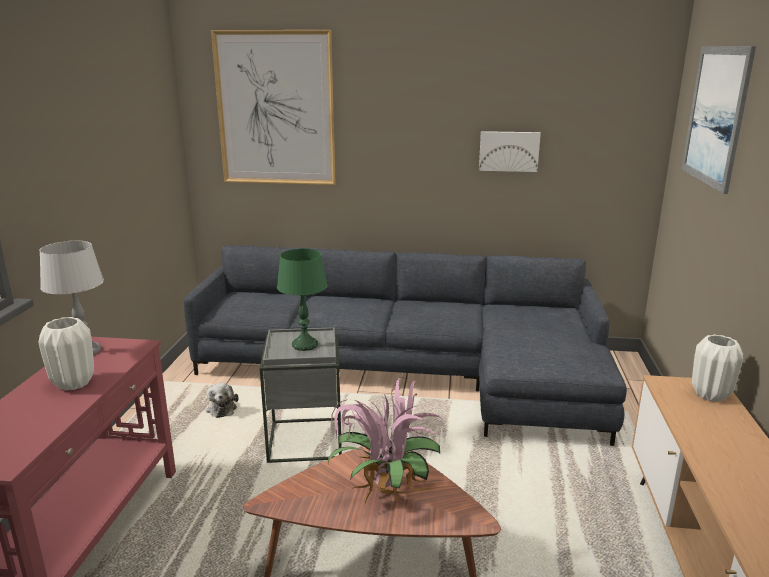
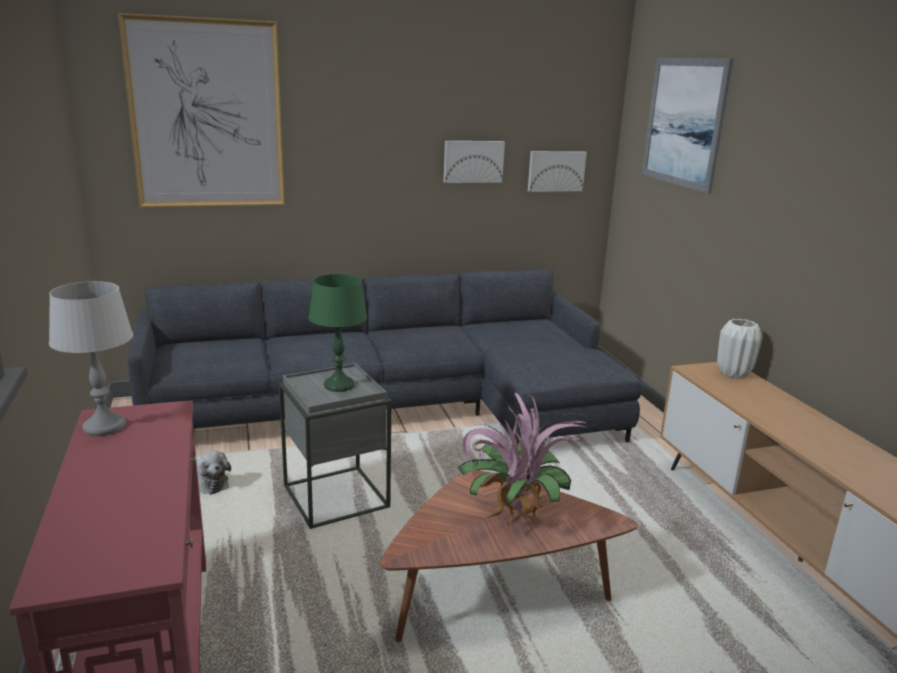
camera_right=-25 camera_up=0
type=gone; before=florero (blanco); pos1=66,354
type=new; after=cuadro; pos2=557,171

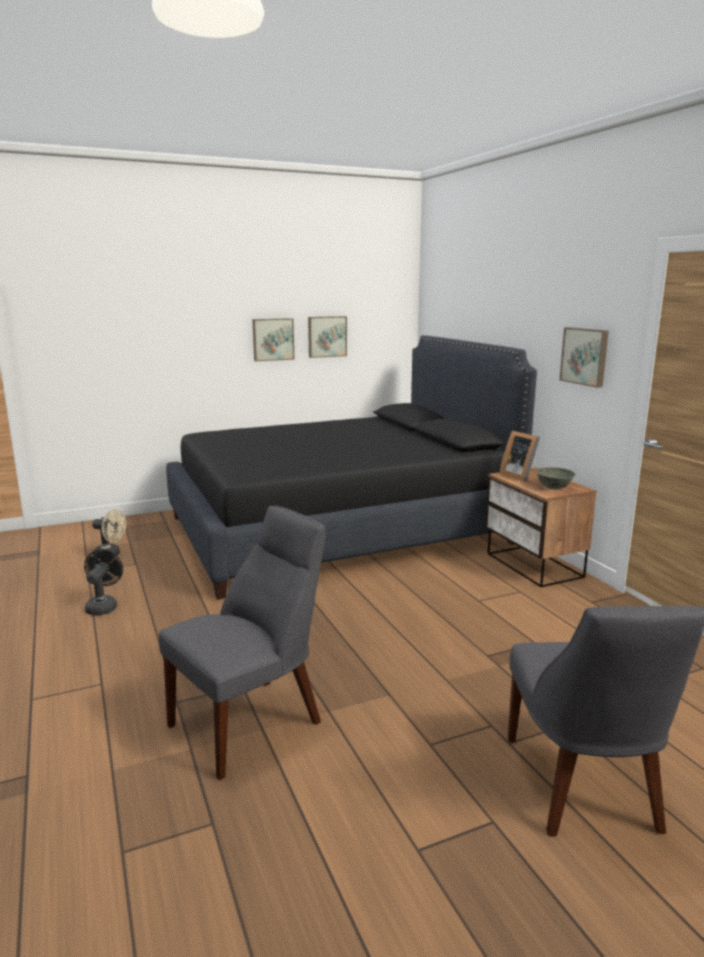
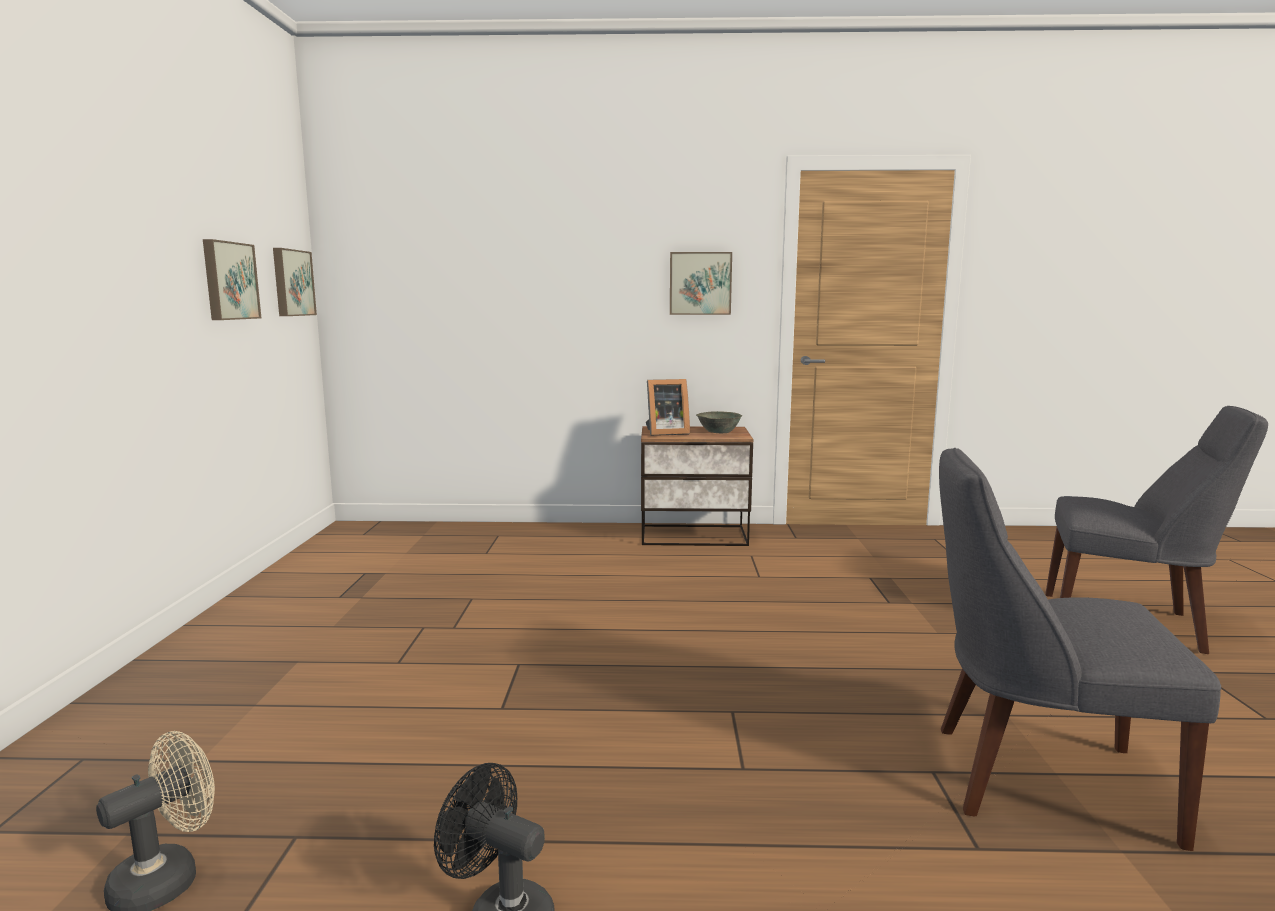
camera_right=-65 camera_up=-5
type=rotated; before=silla (gris); pos1=242,643; pos2=1080,649; turn=-60
type=gone; before=cama (negro); pos1=351,467
type=shifted; before=cuadro; pos1=273,339; pos2=295,282

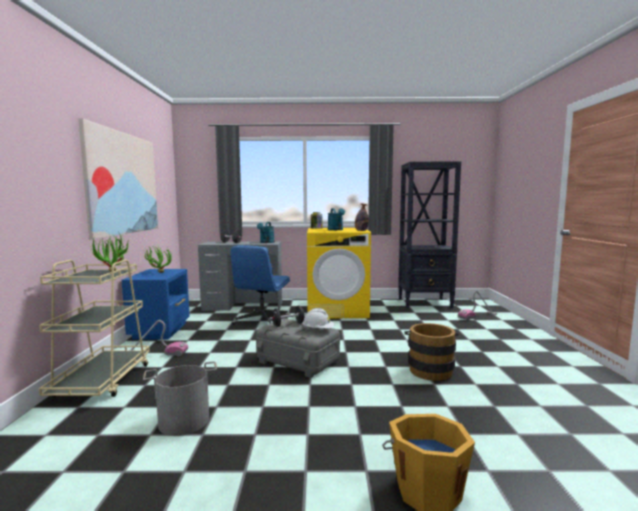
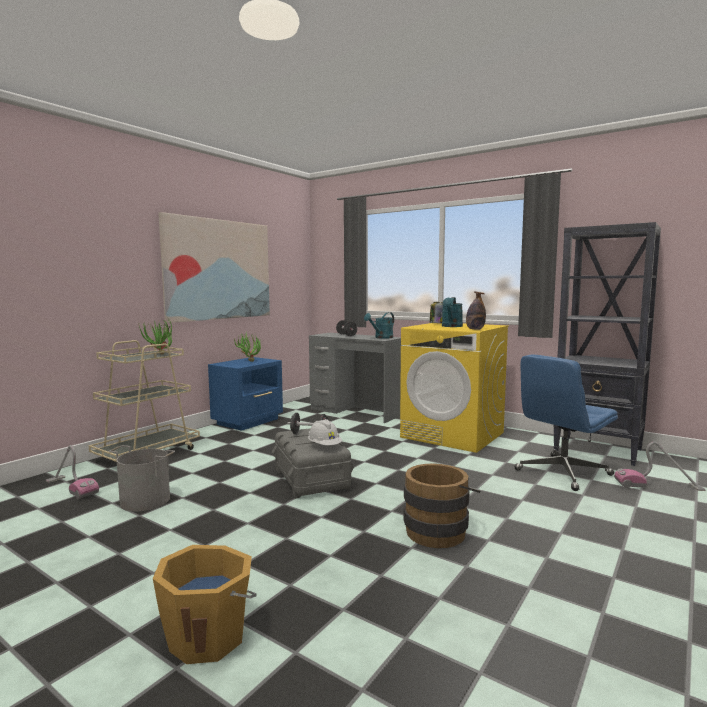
camera_right=35 camera_up=0
type=shifted; before=aspiradora; pos1=158,338; pos2=72,472
type=shifted; before=silla de oficina (azul); pos1=261,285; pos2=566,423

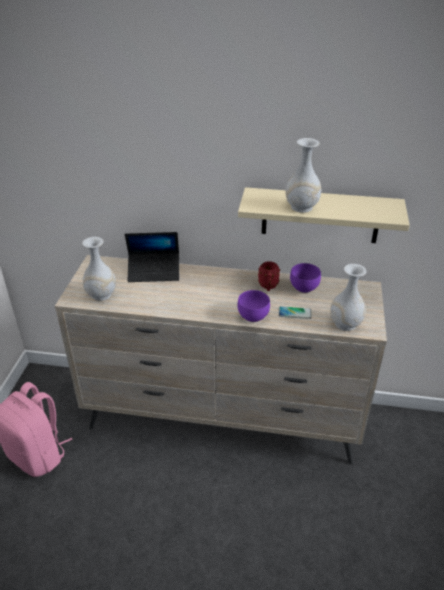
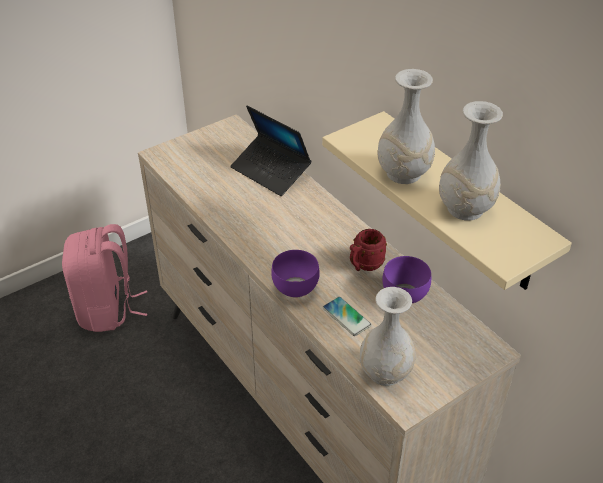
camera_right=45 camera_up=5
type=shifted; before=florero (blanco); pos1=99,269; pos2=471,161

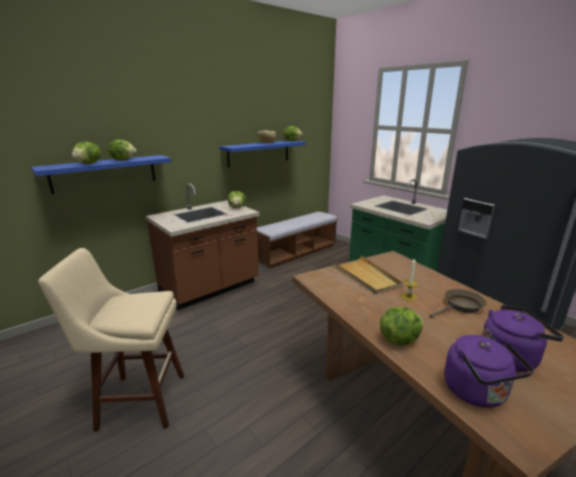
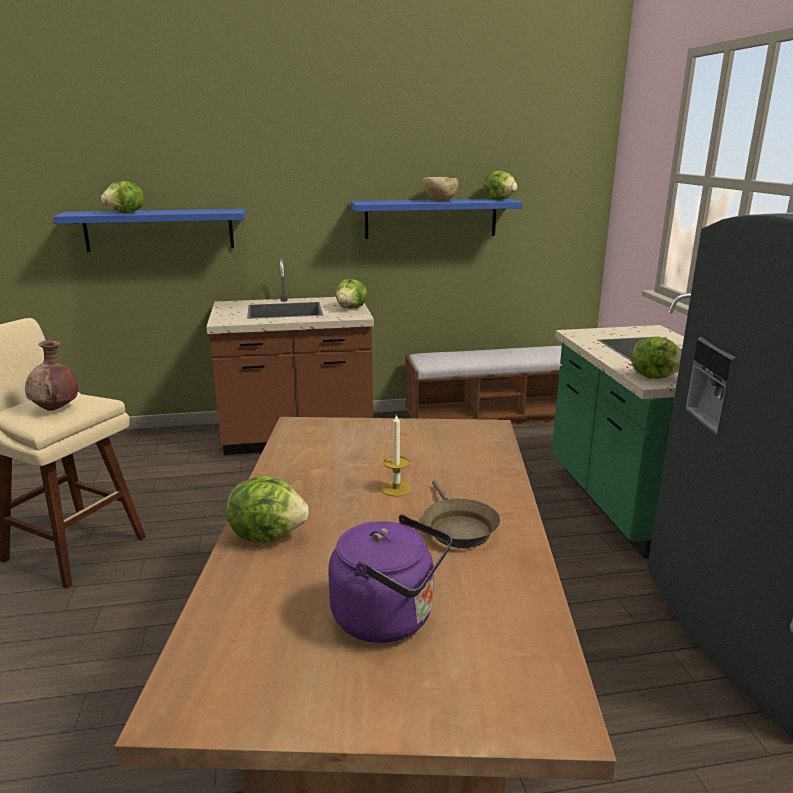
camera_right=30 camera_up=0
type=shifted; before=lechuga; pos1=122,150; pos2=656,358
type=gone; before=bandeja (beis); pos1=368,275
type=rotated; before=sartén (marrón); pos1=457,303; pos2=461,514; turn=75
type=gone; before=hervidor (morado); pos1=489,371
type=new; after=florero (marrón); pos2=51,375

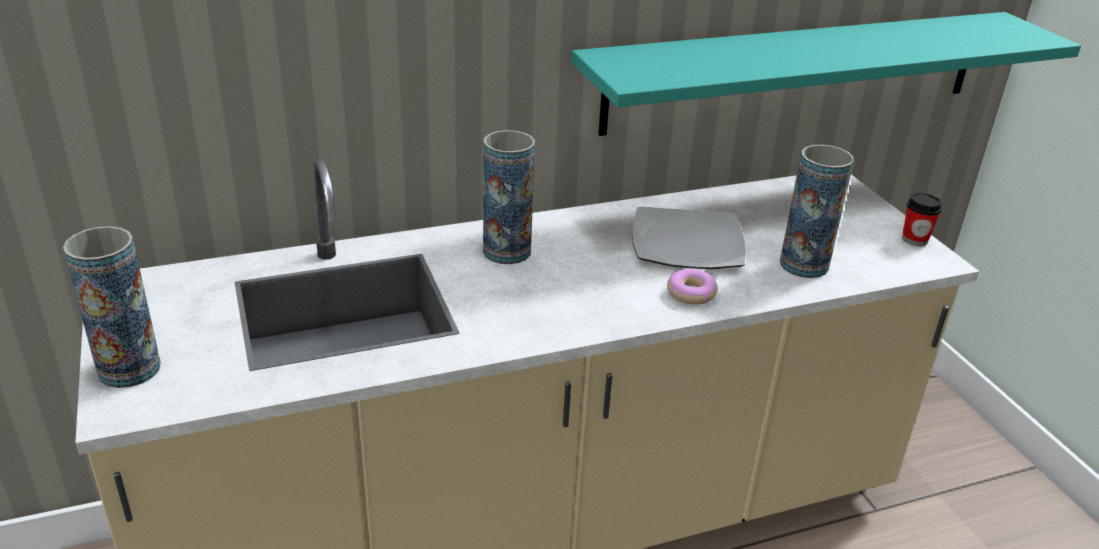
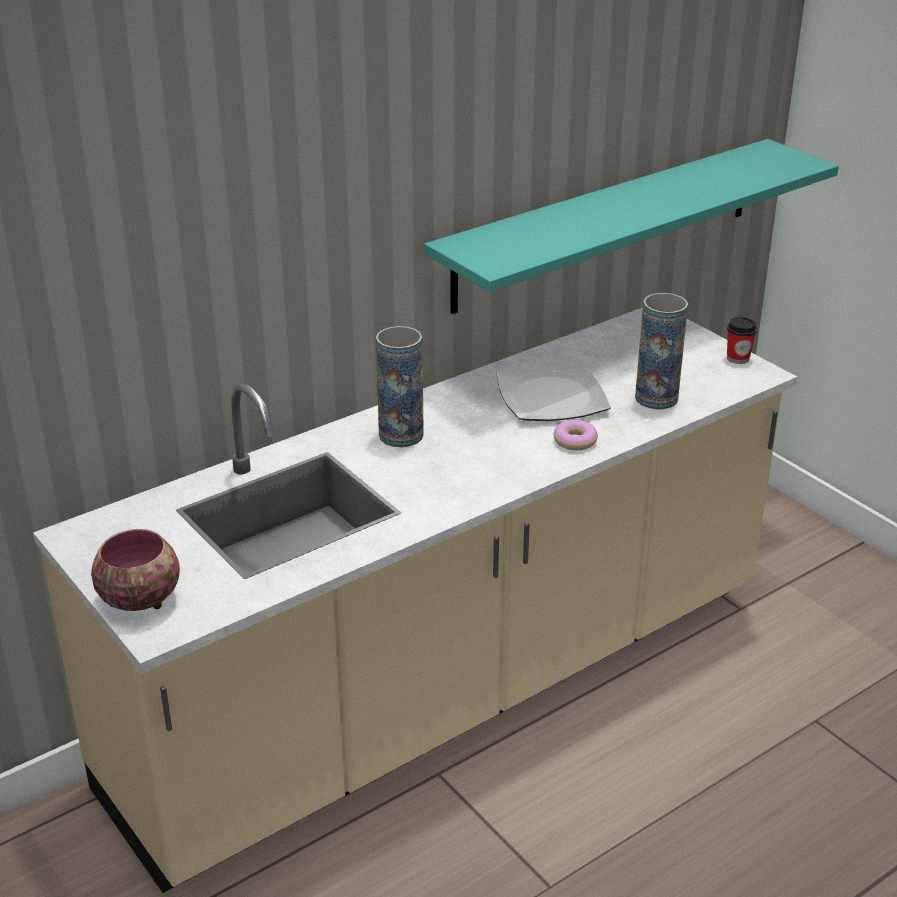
camera_right=-15 camera_up=0
type=swapped; before=florero; after=cuenco; pos1=112,307; pos2=135,570

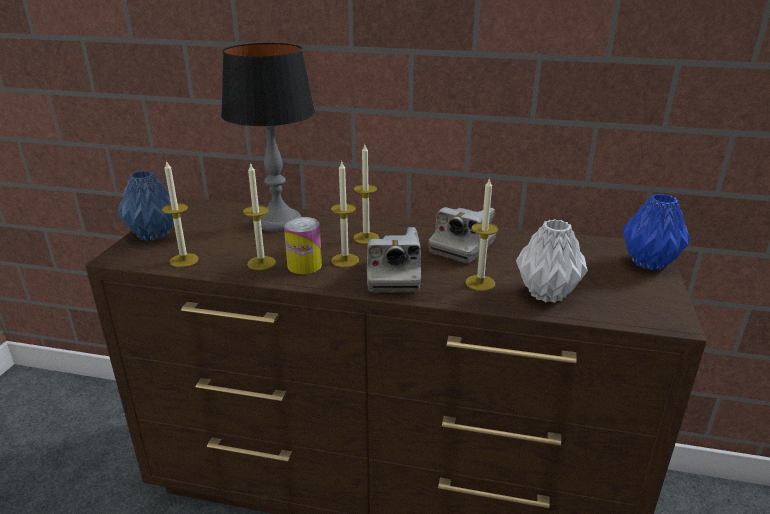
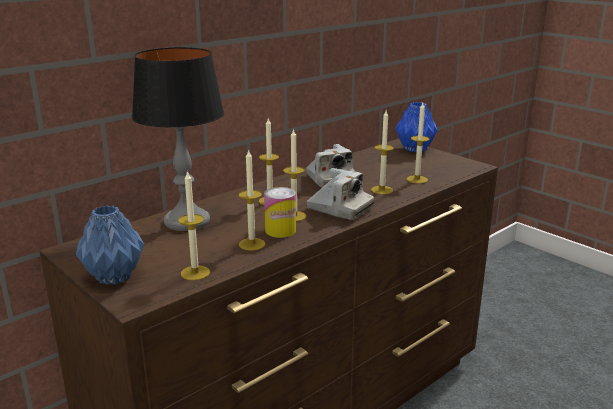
camera_right=-55 camera_up=-5
type=swapped; before=florero (blanco); after=vela; pos1=552,261; pos2=418,143

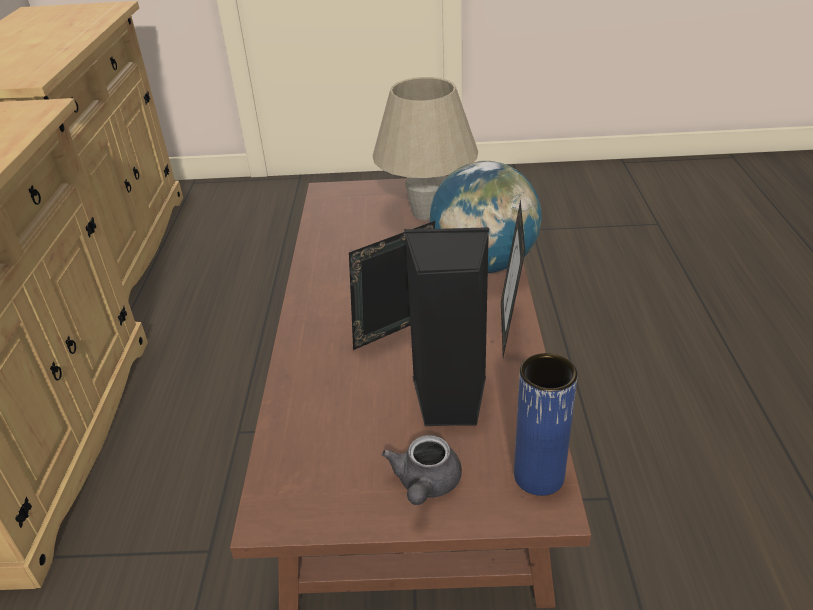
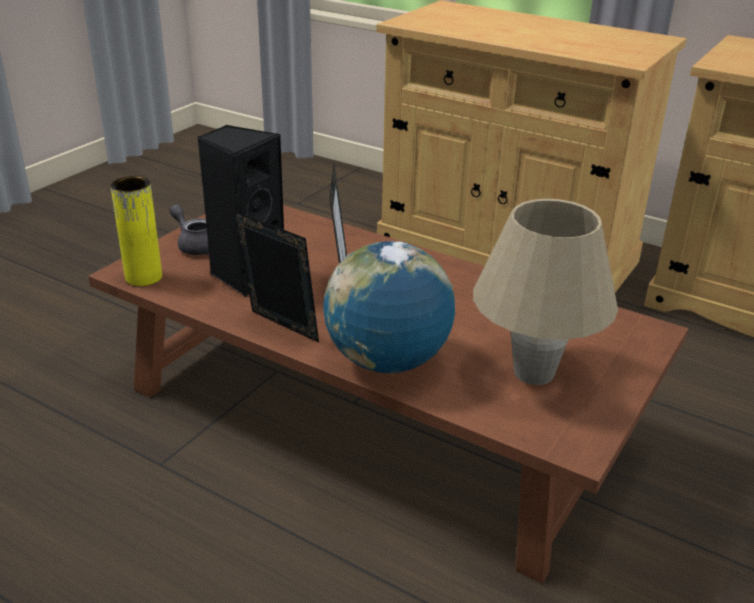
camera_right=120 camera_up=-5
type=repainted; before=florero (azul); after=florero (amarillo); pos1=546,424; pos2=136,231

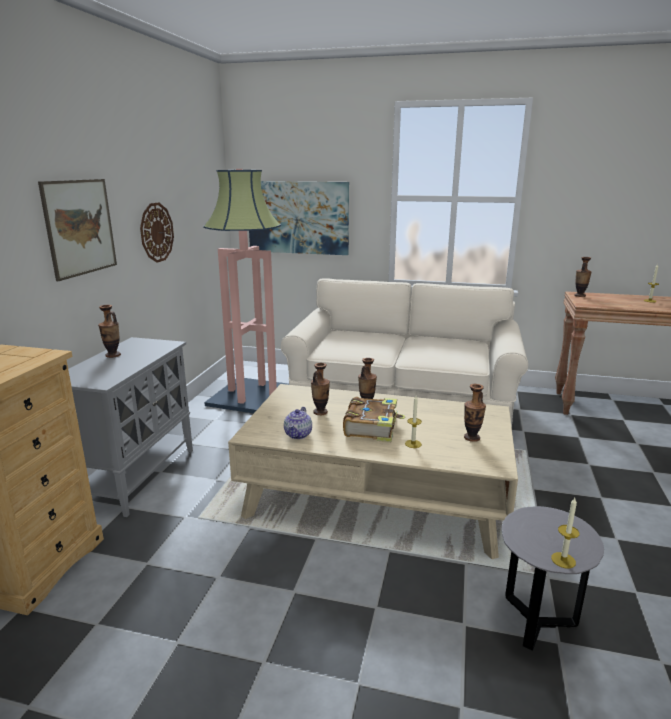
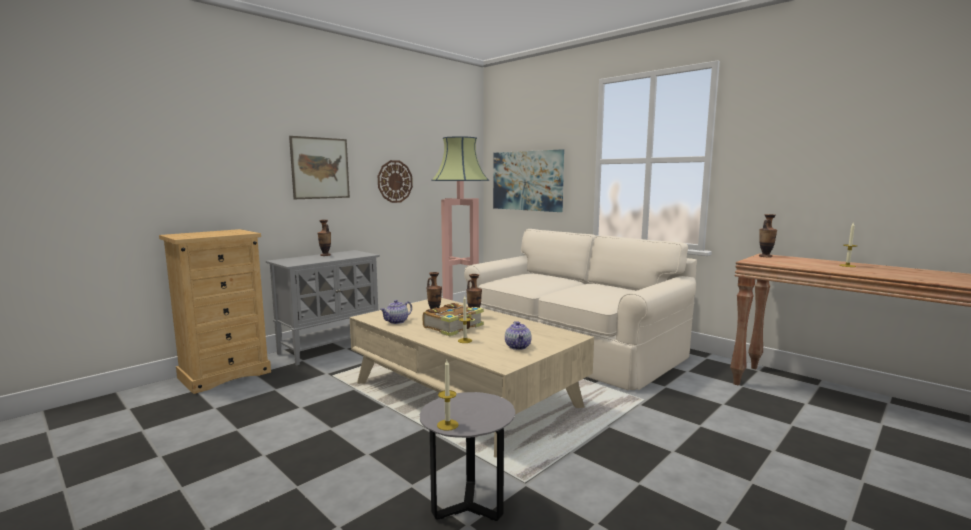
camera_right=30 camera_up=-10
type=swapped; before=florero; after=tetera; pos1=475,413; pos2=518,335

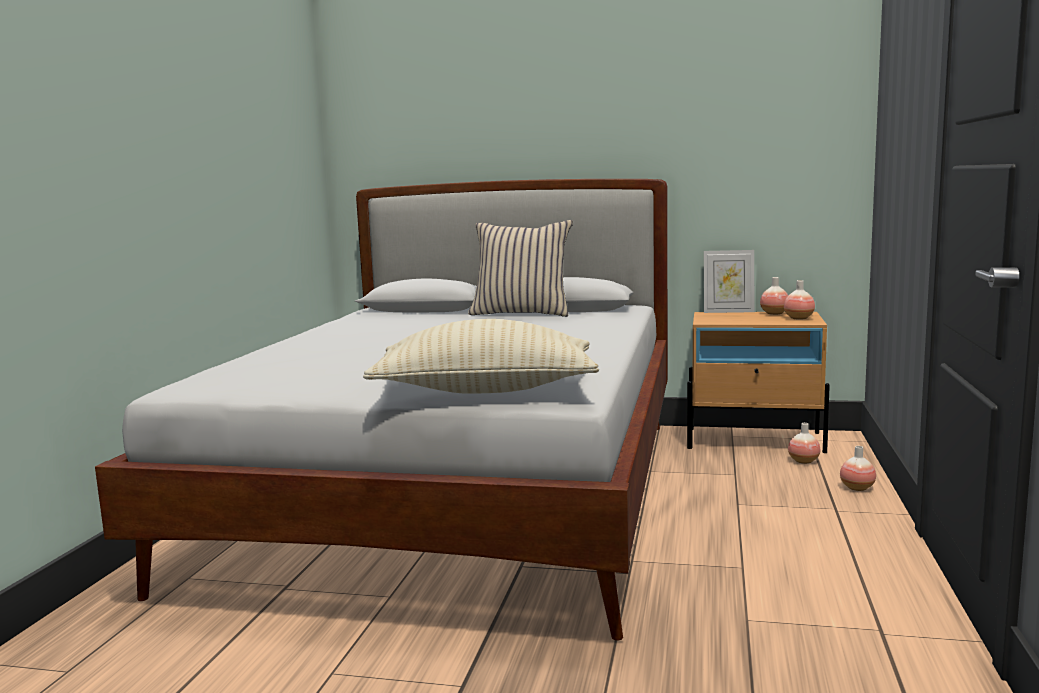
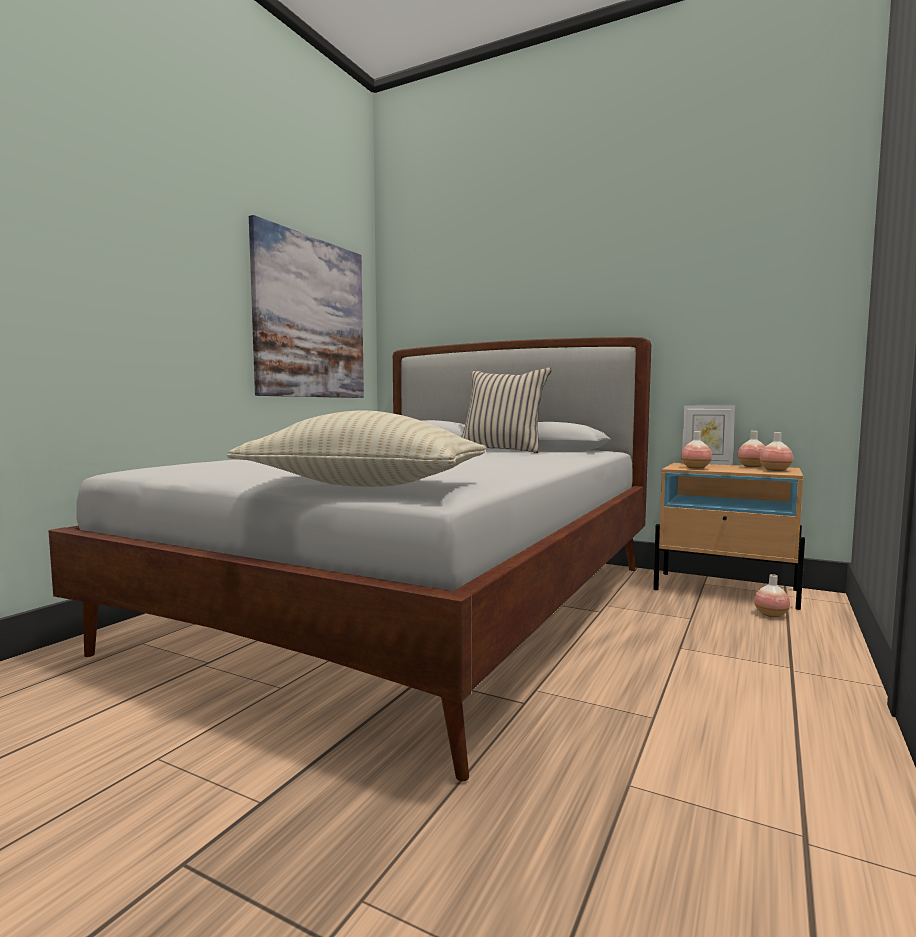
camera_right=15 camera_up=-5
type=shifted; before=florero; pos1=858,468; pos2=696,450
type=new; after=cuadro; pos2=306,306

